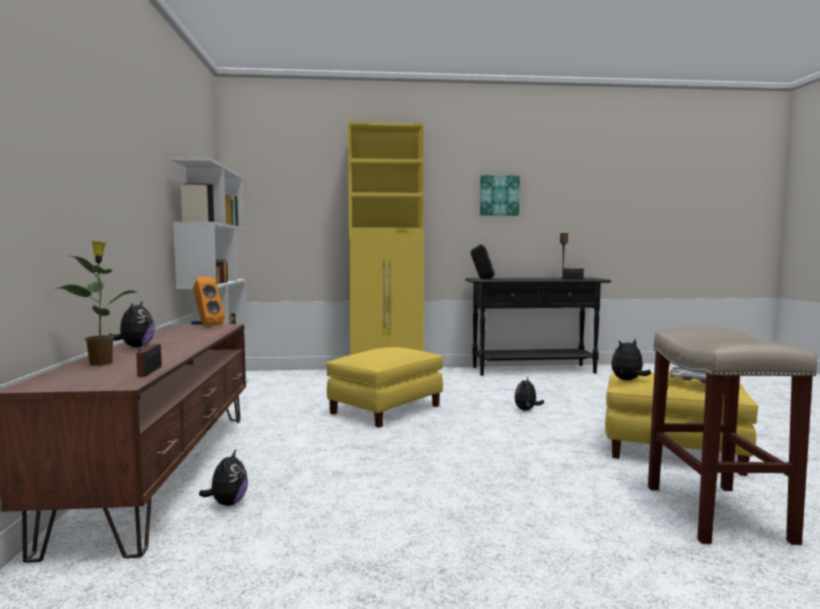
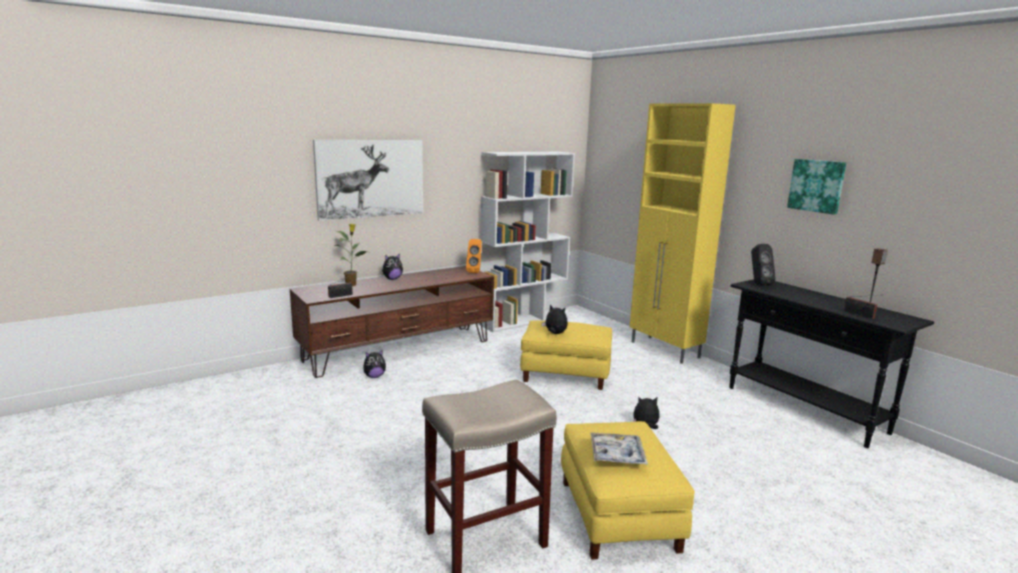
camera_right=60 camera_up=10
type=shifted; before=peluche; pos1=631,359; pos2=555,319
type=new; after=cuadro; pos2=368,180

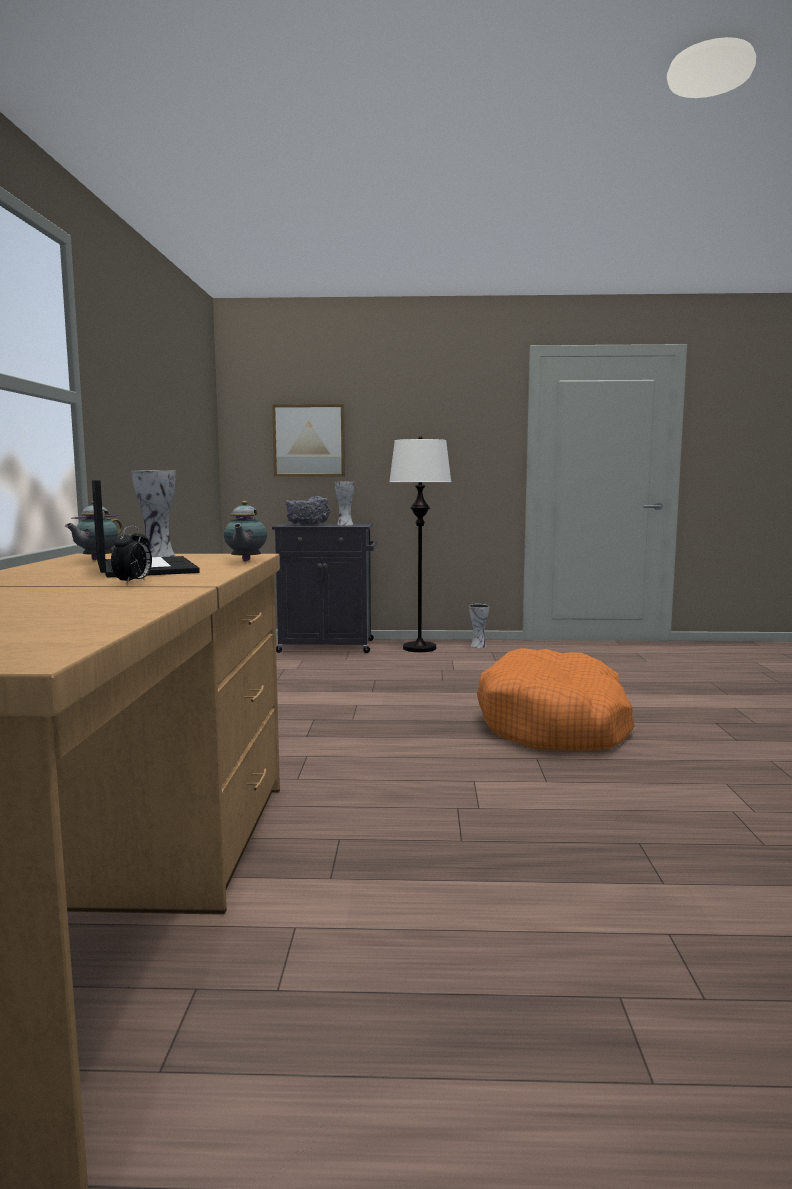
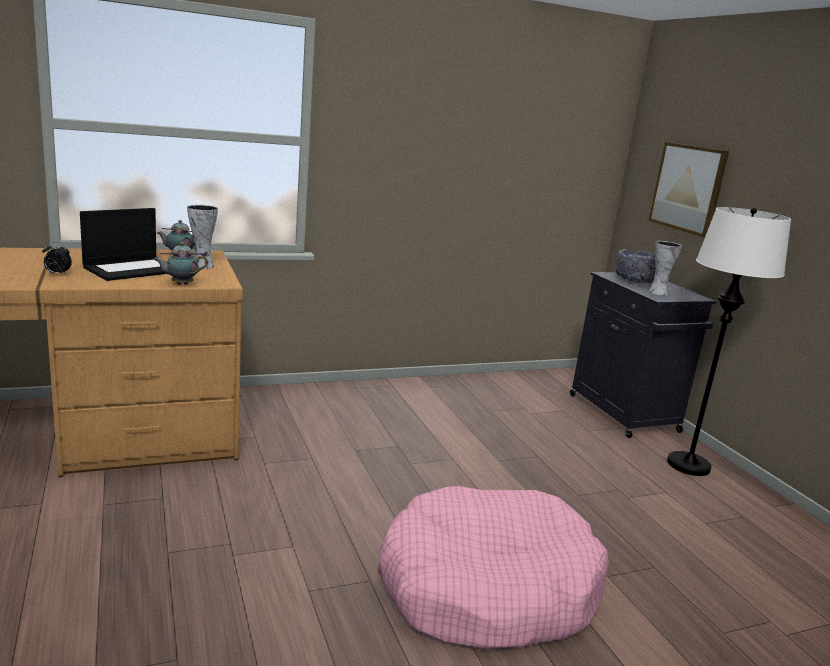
camera_right=65 camera_up=10
type=gone; before=florero; pos1=479,626
type=repainted; before=cama para perro (naranja); after=cama para perro (rosa); pos1=556,699; pos2=493,568

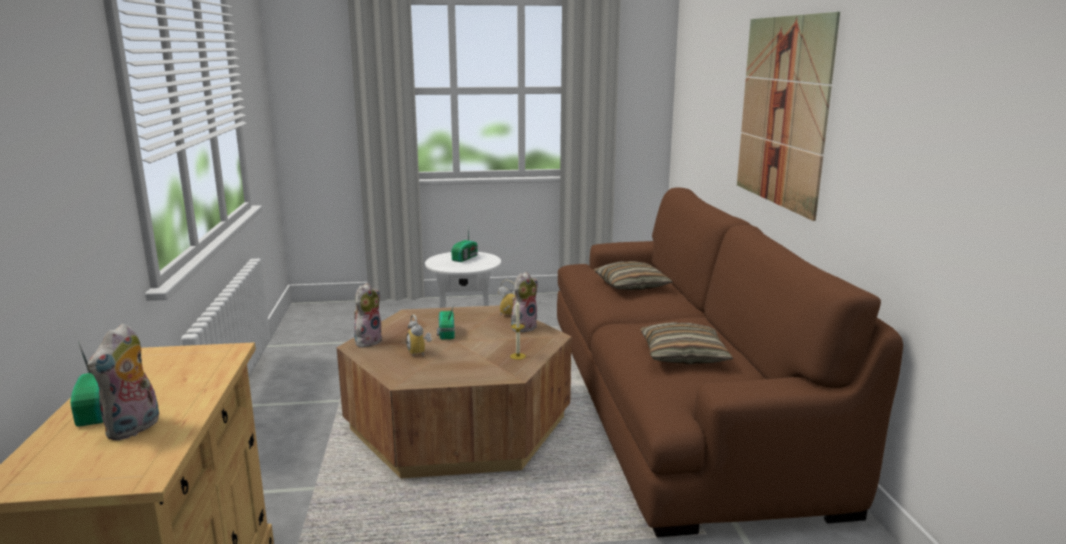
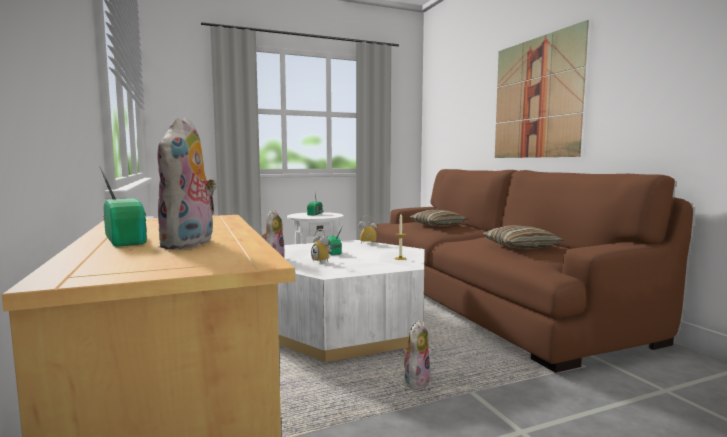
camera_right=-15 camera_up=-10
type=repainted; before=mesa de centro (marrón); after=mesa de centro (blanco); pos1=454,392; pos2=350,301
type=shifted; before=peluche; pos1=524,302; pos2=416,355

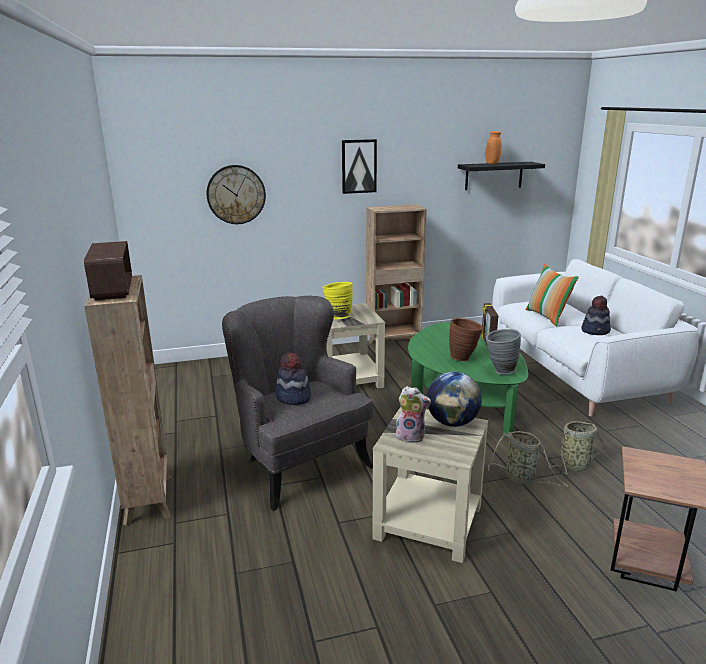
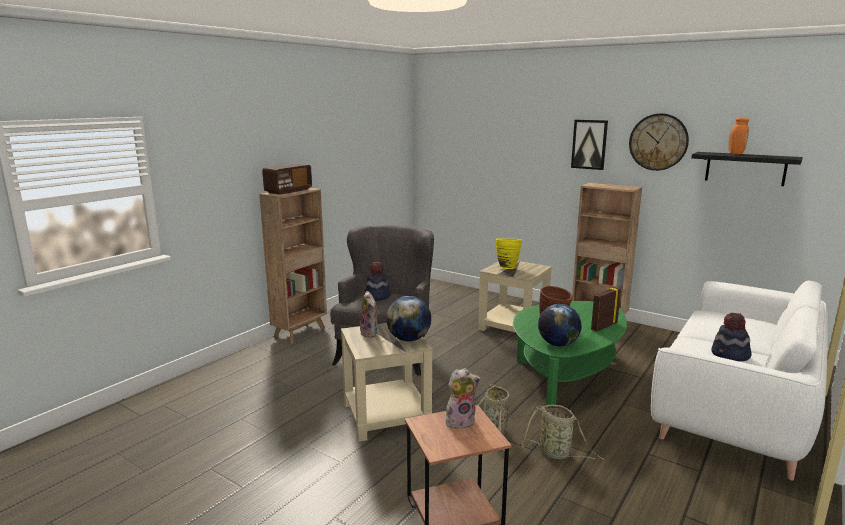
camera_right=50 camera_up=-5
type=shifted; before=reloj de pared; pos1=236,194; pos2=659,142
type=swapped; before=florero (gris); after=globo terráqueo; pos1=503,352; pos2=560,325
type=gone; before=cojín; pos1=552,295
type=new; after=peluche; pos2=463,398

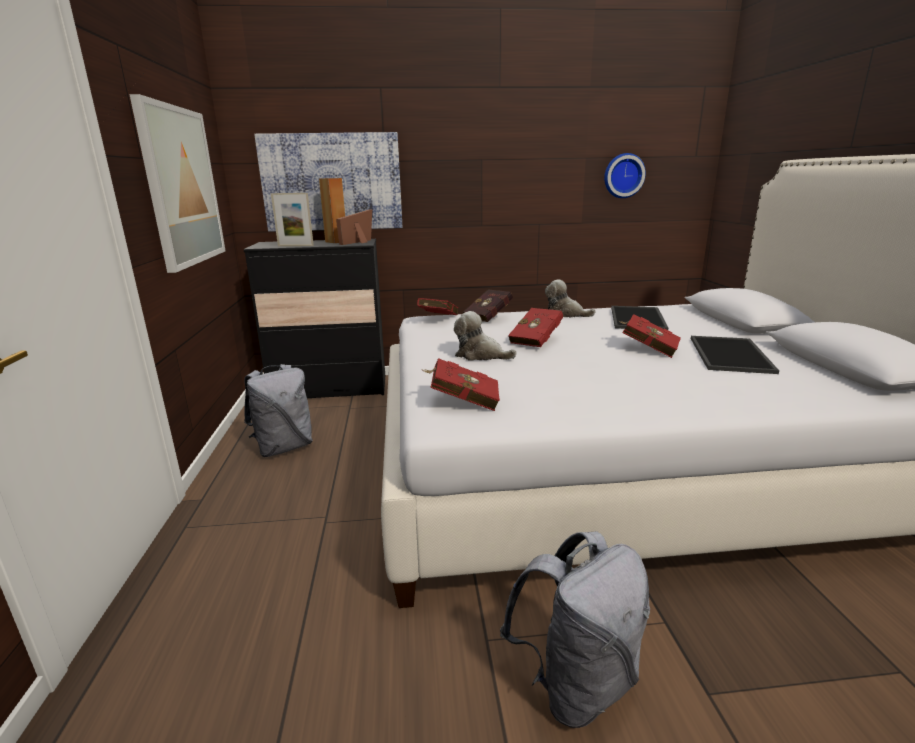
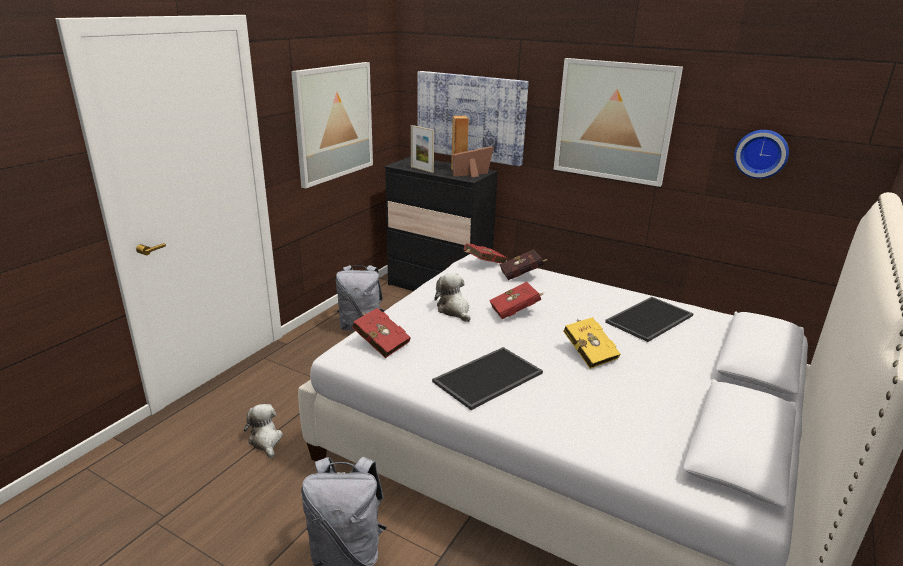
camera_right=35 camera_up=5
type=shifted; before=peluche; pos1=570,299; pos2=263,431
type=repainted; before=libro (rojo); after=libro (amarillo); pos1=650,336; pos2=591,343
type=shifted; before=bandeja; pos1=735,355; pos2=487,378
type=new; after=cuadro; pos2=618,122

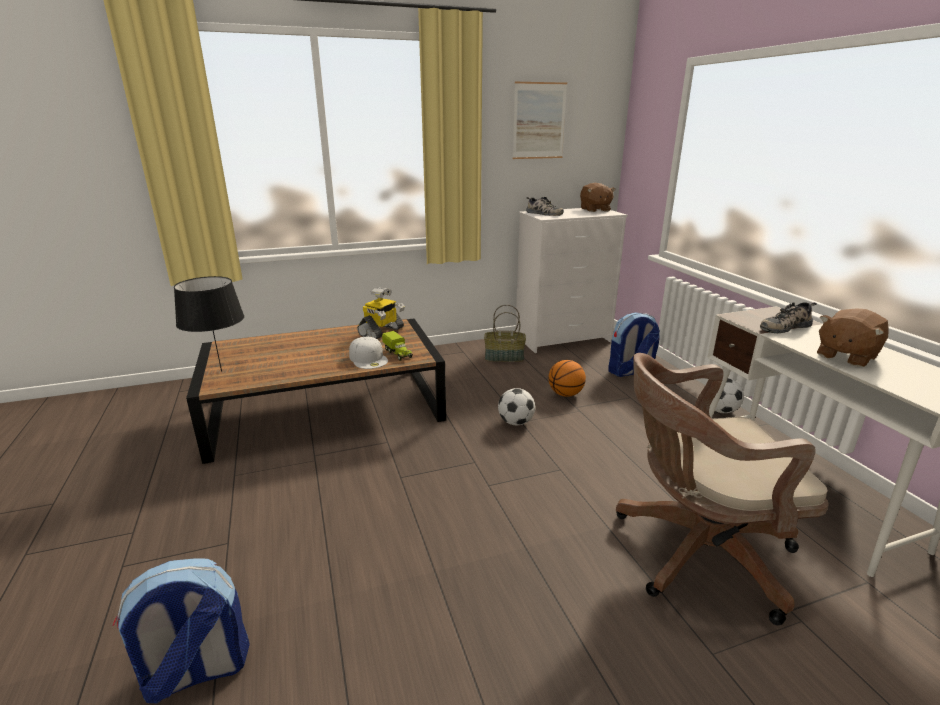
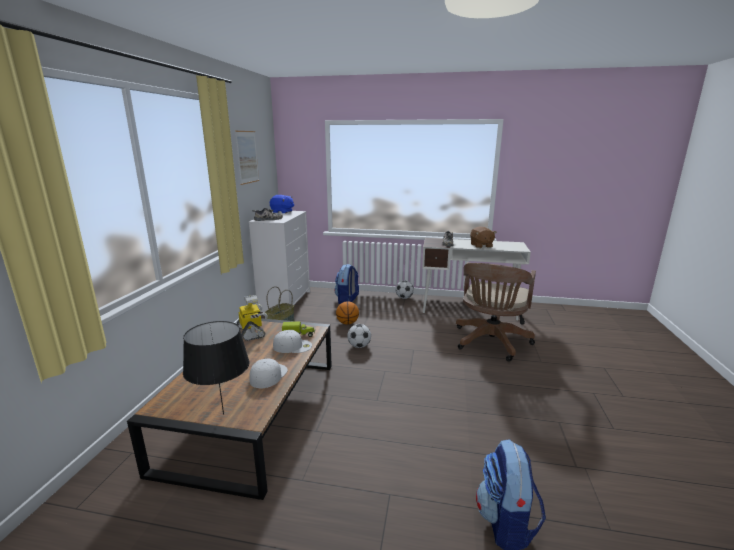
camera_right=-60 camera_up=-5
type=repainted; before=peluche (marrón); after=peluche (azul); pos1=597,197; pos2=282,204
type=new; after=gorra (blanco); pos2=268,373

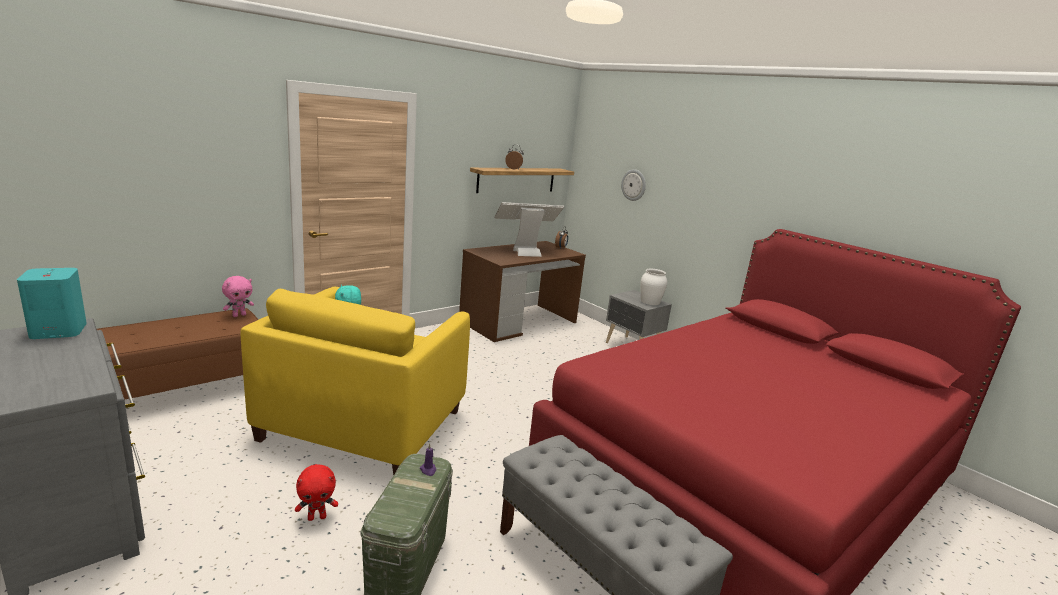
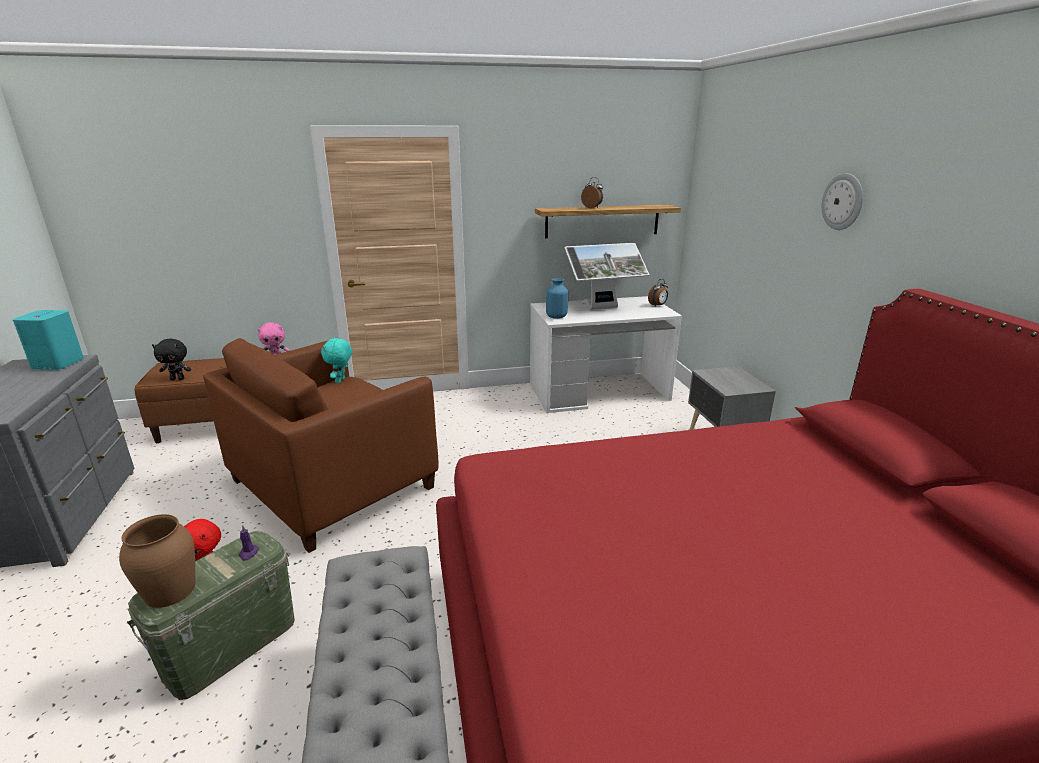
camera_right=30 camera_up=5
type=repainted; before=sillón (amarillo); after=sillón (marrón); pos1=355,381; pos2=321,445
type=repainted; before=escritorio (marrón); after=escritorio (blanco); pos1=522,291; pos2=606,354
type=rotated; before=monitor; pos1=529,229; pos2=607,276; turn=150
type=shifted; before=reloj de pared; pos1=633,185; pos2=842,201
type=gone; before=florero (blanco); pos1=654,287
type=new; after=florero (marrón); pos2=157,561
type=new; after=peluche (negro); pos2=171,359
type=new; after=florero (azul); pos2=557,298

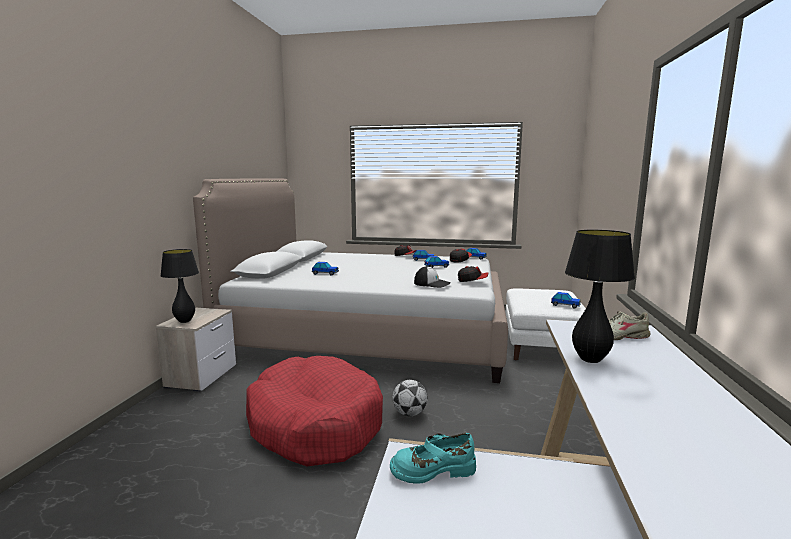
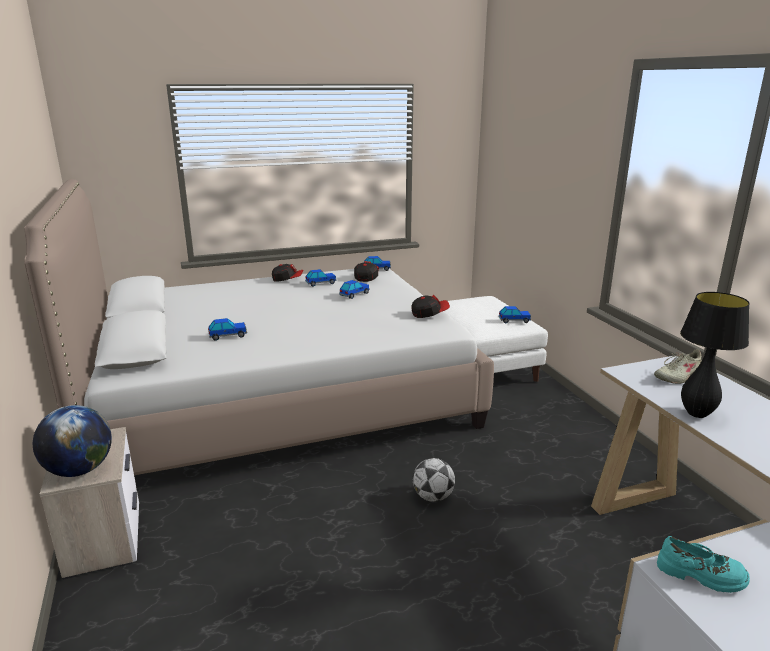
camera_right=-30 camera_up=10
type=swapped; before=lámpara de mesa (negro); after=globo terráqueo; pos1=179,286; pos2=72,441
type=gone; before=cama para perro (rojo); pos1=314,411
type=rotated; before=zapato (turquesa); pos1=433,458; pos2=703,564; turn=-120
type=gone; before=gorra; pos1=432,277

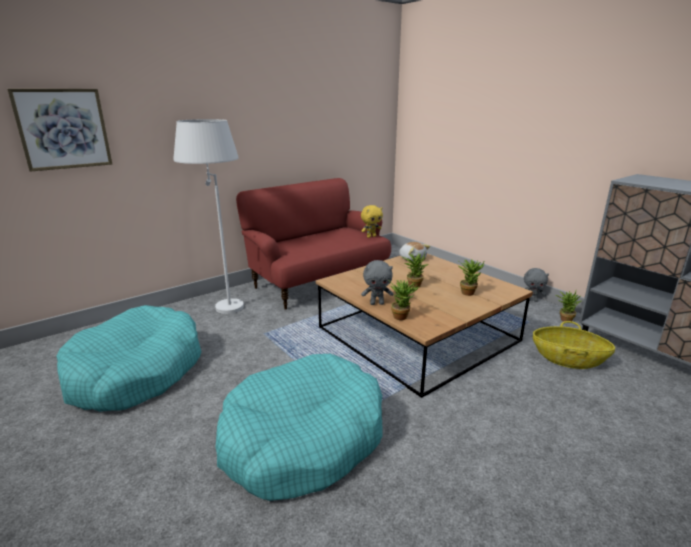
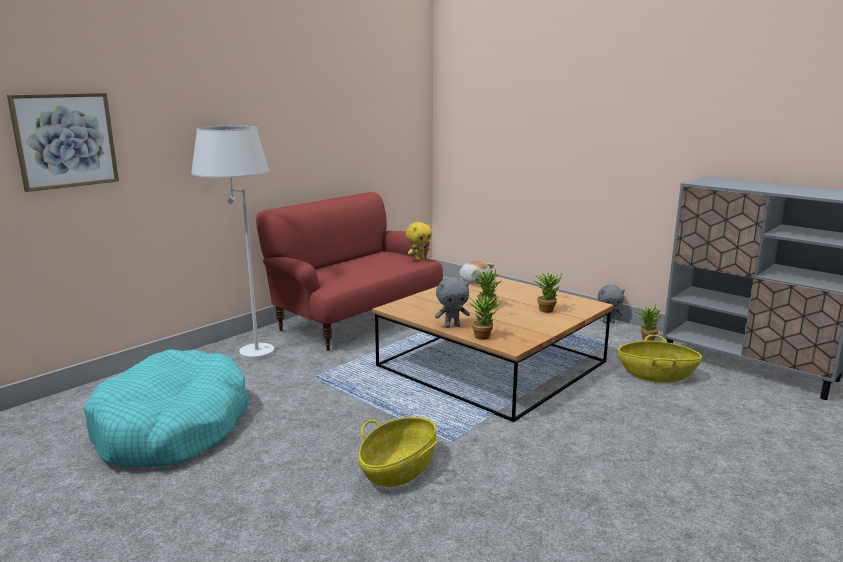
camera_right=-10 camera_up=-5
type=swapped; before=cama para perro (turquesa); after=cesta; pos1=299,427; pos2=398,452

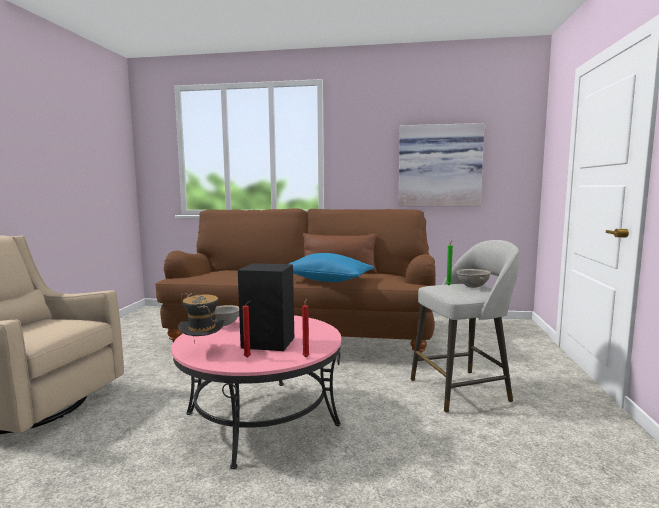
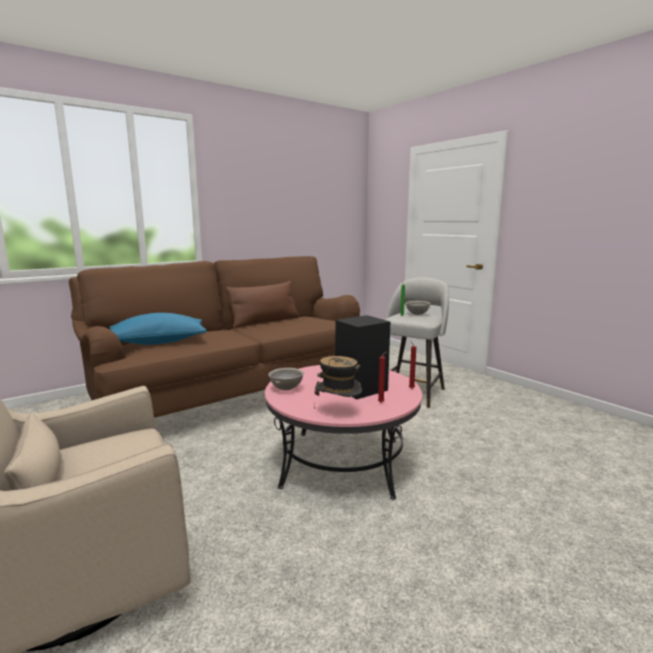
camera_right=-45 camera_up=5
type=shifted; before=cojín (azul); pos1=331,267; pos2=158,329
type=gone; before=cuadro; pos1=441,164

